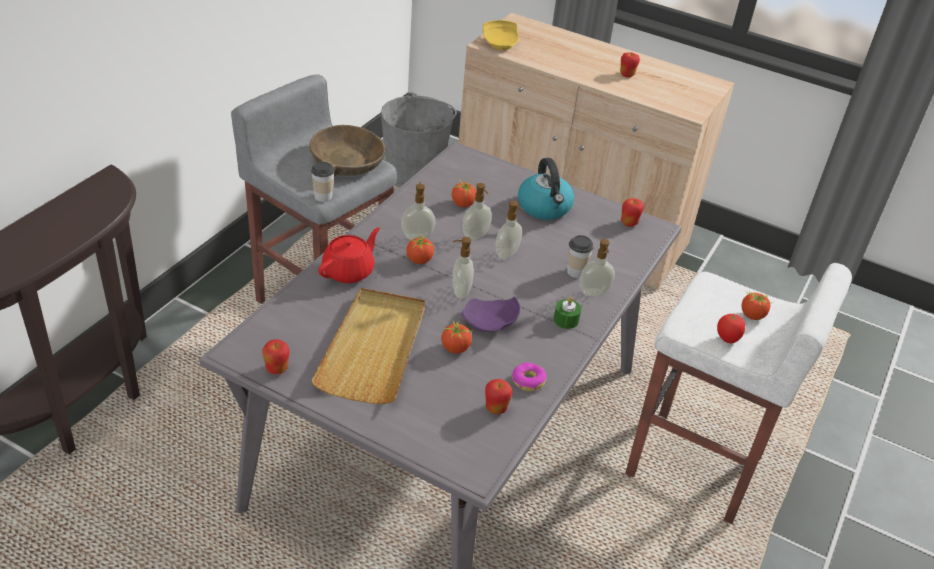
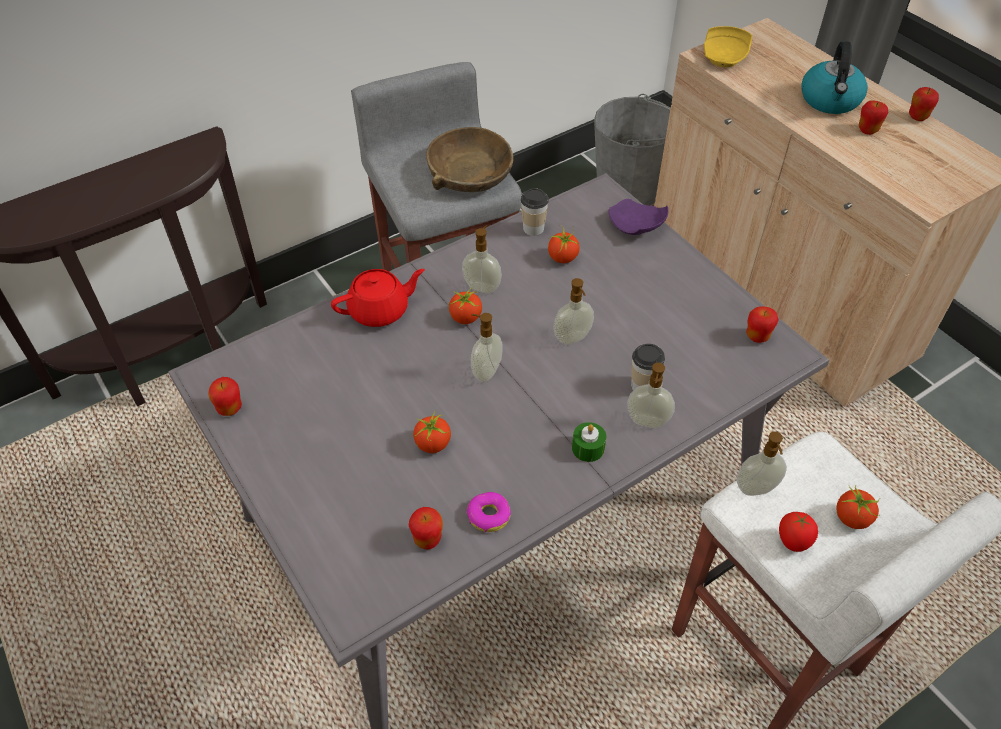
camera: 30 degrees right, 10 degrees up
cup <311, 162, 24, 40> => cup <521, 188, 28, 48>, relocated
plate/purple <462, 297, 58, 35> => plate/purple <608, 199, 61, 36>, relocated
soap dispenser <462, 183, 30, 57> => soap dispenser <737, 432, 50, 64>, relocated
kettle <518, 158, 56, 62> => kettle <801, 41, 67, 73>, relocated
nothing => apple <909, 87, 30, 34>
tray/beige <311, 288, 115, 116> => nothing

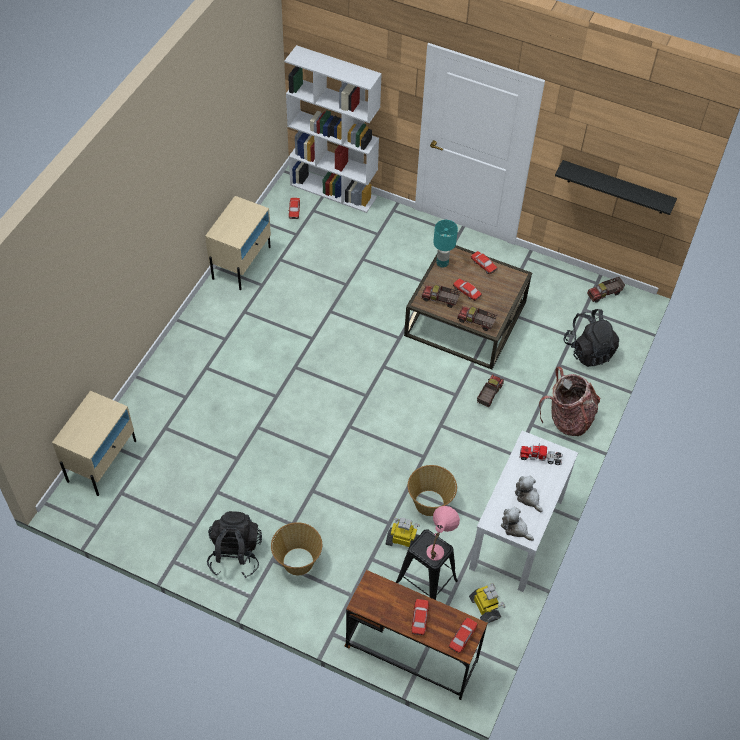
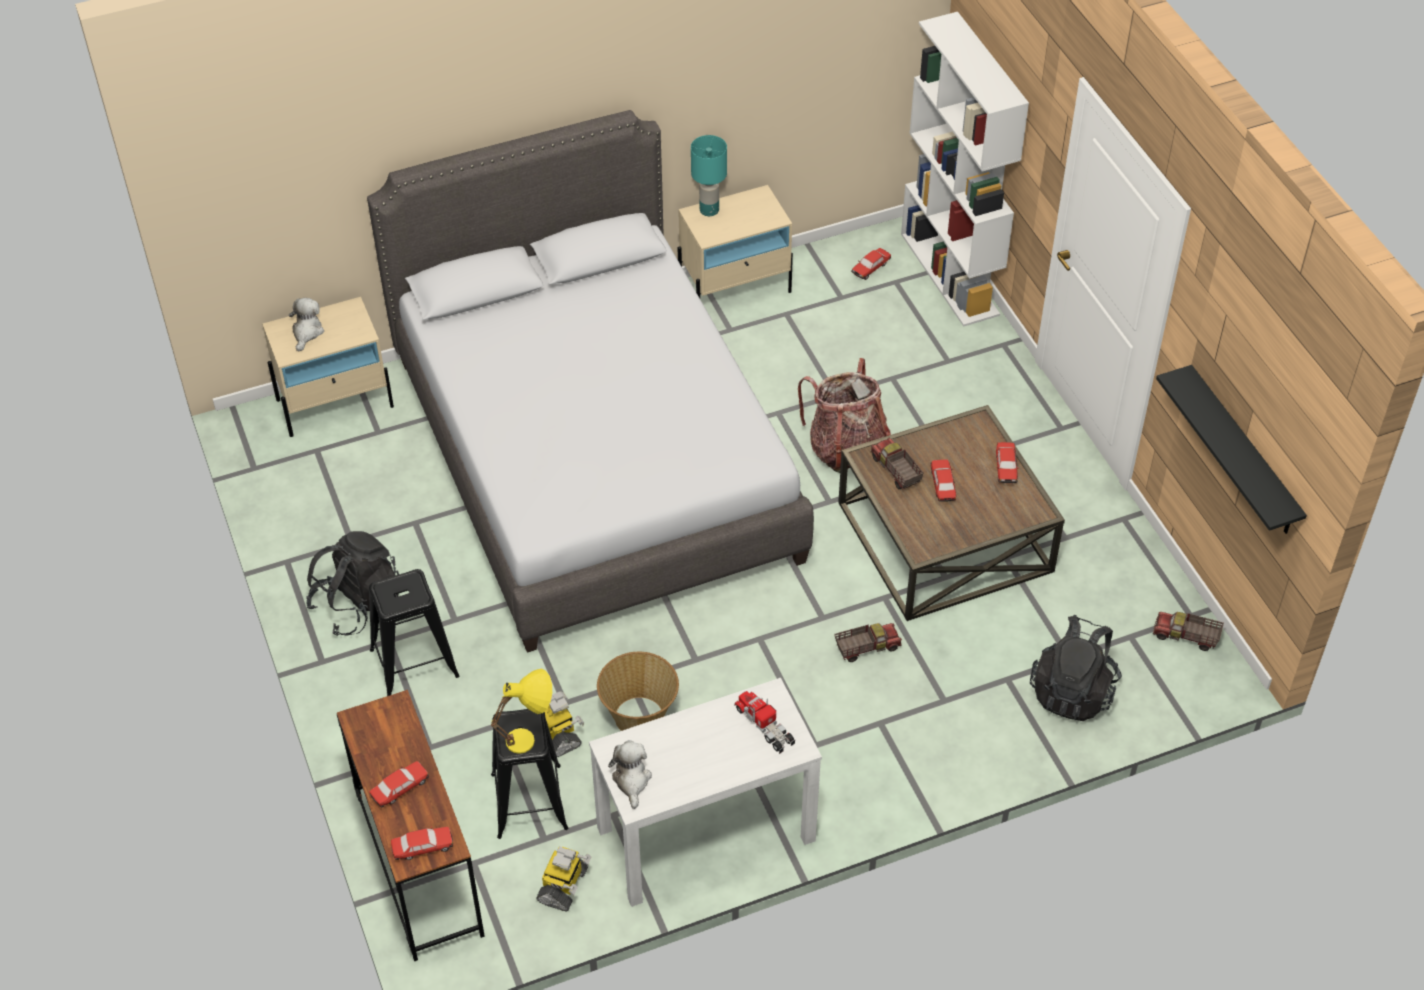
camera: 45 degrees right, 5 degrees down
plush toy <515, 476, 28, 36> => plush toy <289, 298, 35, 54>, relocated
nothing => bed/grey <367, 110, 447, 543>
basket <271, 522, 51, 53> => stool/black <369, 569, 91, 127>
table lamp/pink <426, 506, 34, 55> => table lamp/yellow <491, 669, 61, 85>
table lamp/turquoise <433, 220, 25, 48> => table lamp/turquoise <691, 135, 36, 81>, relocated
backpack <539, 367, 61, 69> => backpack <798, 358, 93, 115>, relocated
toy truck <457, 306, 41, 25> => nothing

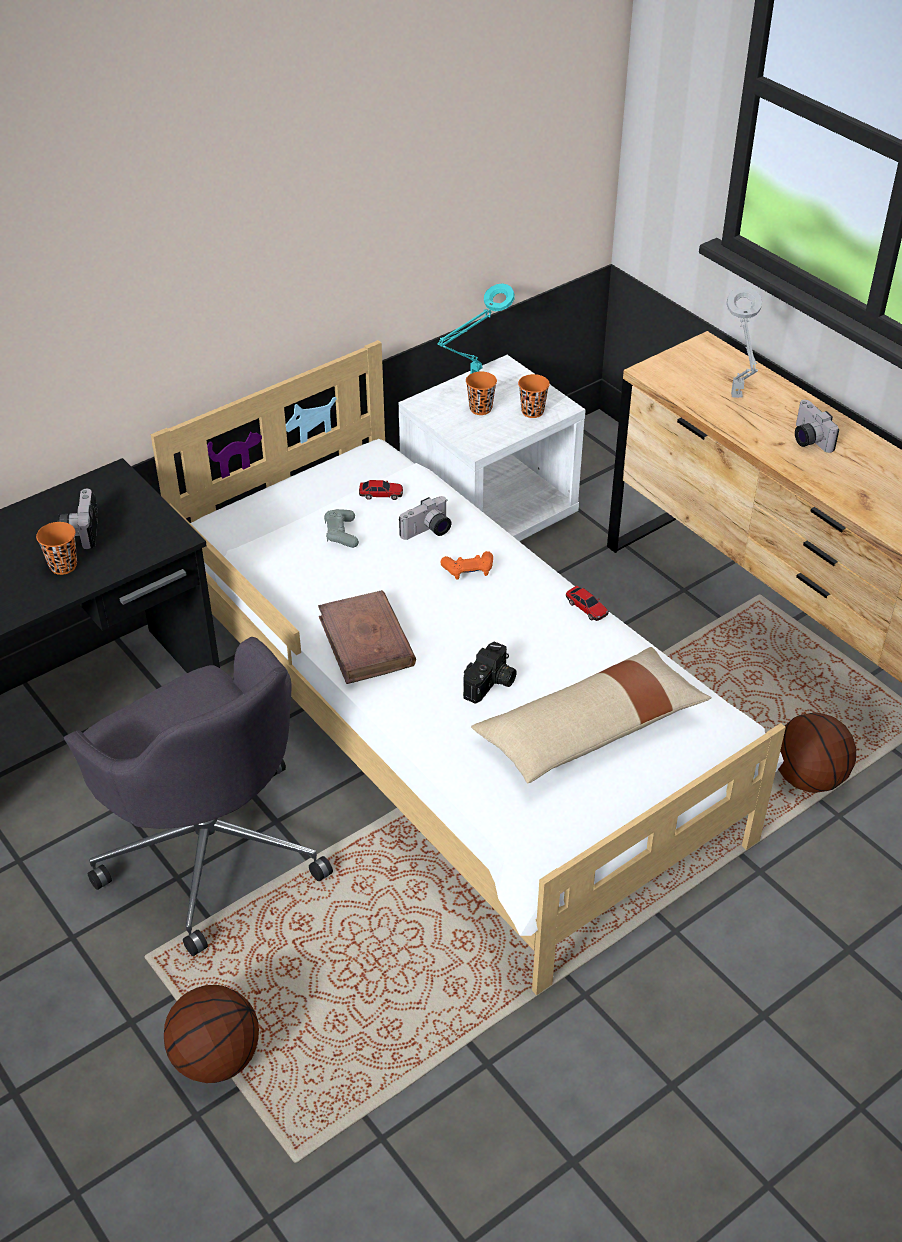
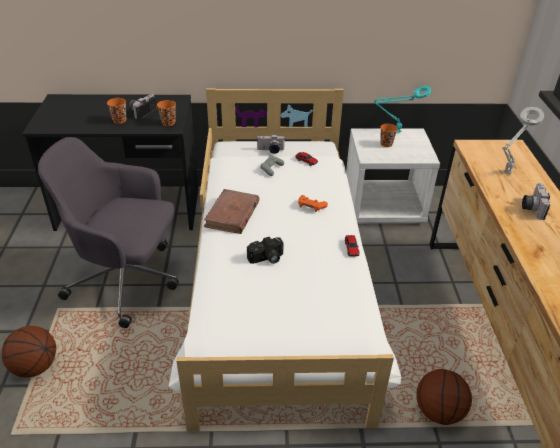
camera: 35 degrees right, 5 degrees down
office chair/grey <64, 637, 269, 319> => office chair/grey <38, 137, 141, 191>, 105 degrees clockwise
cup/orange <518, 374, 32, 44> => cup/orange <157, 100, 19, 26>, relocated
photo camera <399, 496, 52, 44> => photo camera <257, 134, 28, 20>, relocated
pillow/beige <471, 647, 241, 136> => nothing

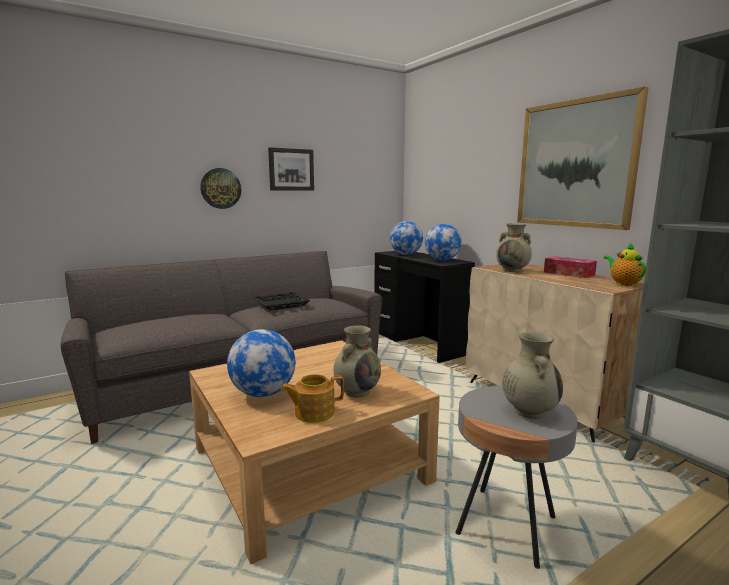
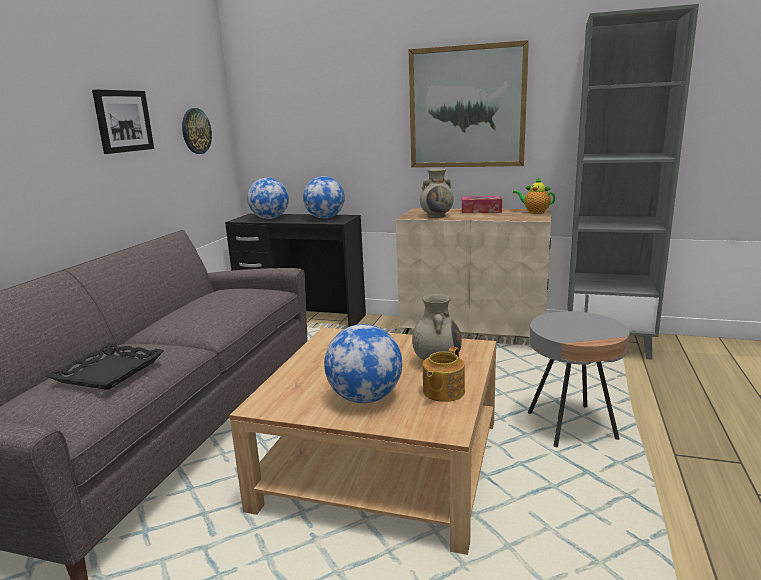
camera: 40 degrees left, 5 degrees up
tray/black <253, 292, 57, 19> => tray/black <45, 343, 120, 47>, relocated
wall clock <200, 168, 41, 41> => wall clock <182, 108, 30, 46>, relocated
vase/beige <502, 332, 61, 87> => nothing

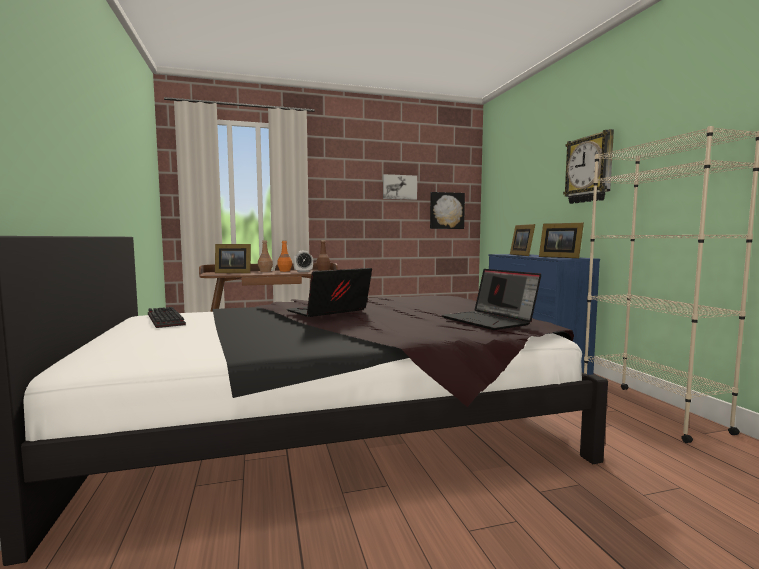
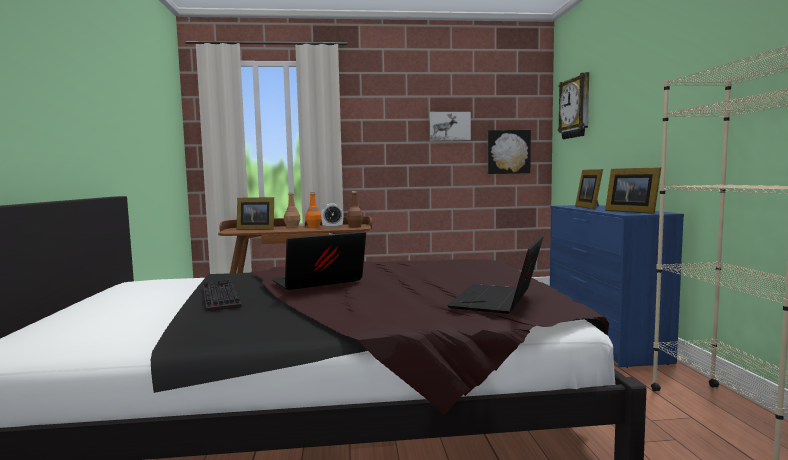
camera: 10 degrees right, 0 degrees up
keyboard <148, 307, 38, 21> => keyboard <203, 279, 38, 32>, relocated
laptop <441, 269, 100, 61> => laptop <447, 236, 97, 78>, 45 degrees clockwise
wall clock <563, 129, 51, 75> => wall clock <558, 72, 31, 67>, relocated

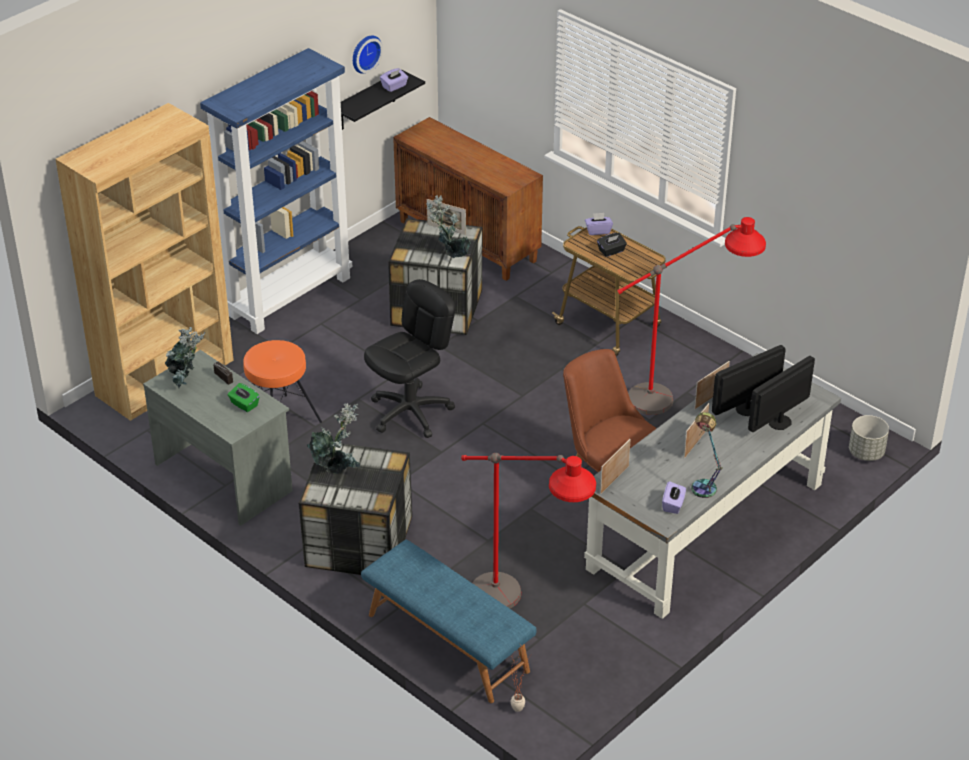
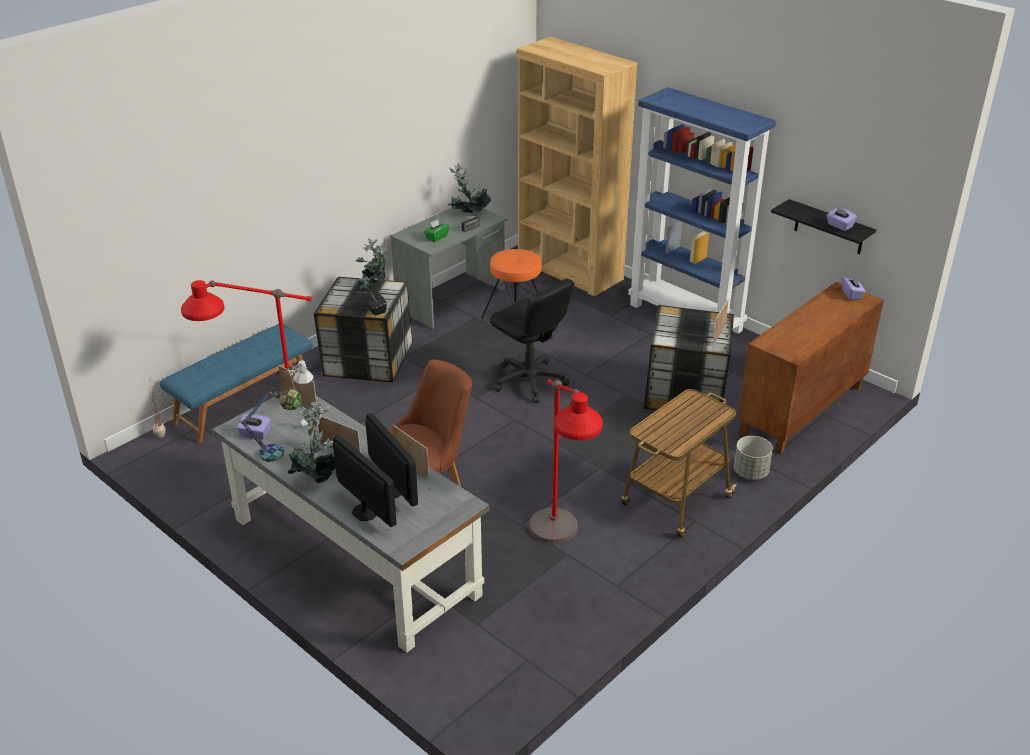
camera: 90 degrees right, 5 degrees down
nothing => table lamp/grey <285, 359, 29, 67>
potted plant <427, 195, 44, 63> => potted plant <288, 397, 48, 86>, relocated
tissue box/black <597, 233, 30, 24> => tissue box/black <364, 292, 23, 23>, relocated
planter/grey <849, 415, 40, 46> => planter/grey <734, 436, 39, 44>, relocated
tissue box/purple <585, 213, 28, 22> => tissue box/purple <842, 275, 24, 25>, relocated
wall clock <353, 35, 30, 39> => nothing

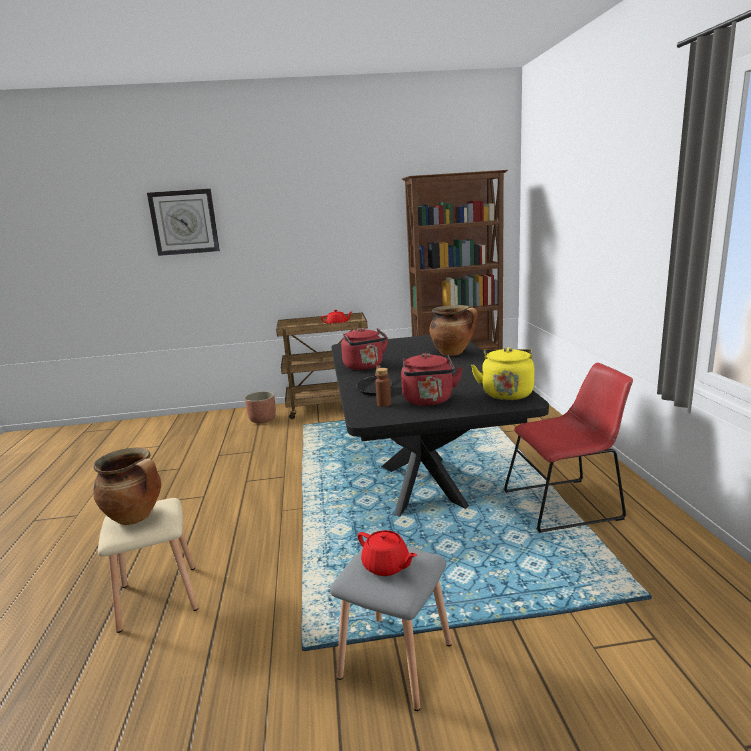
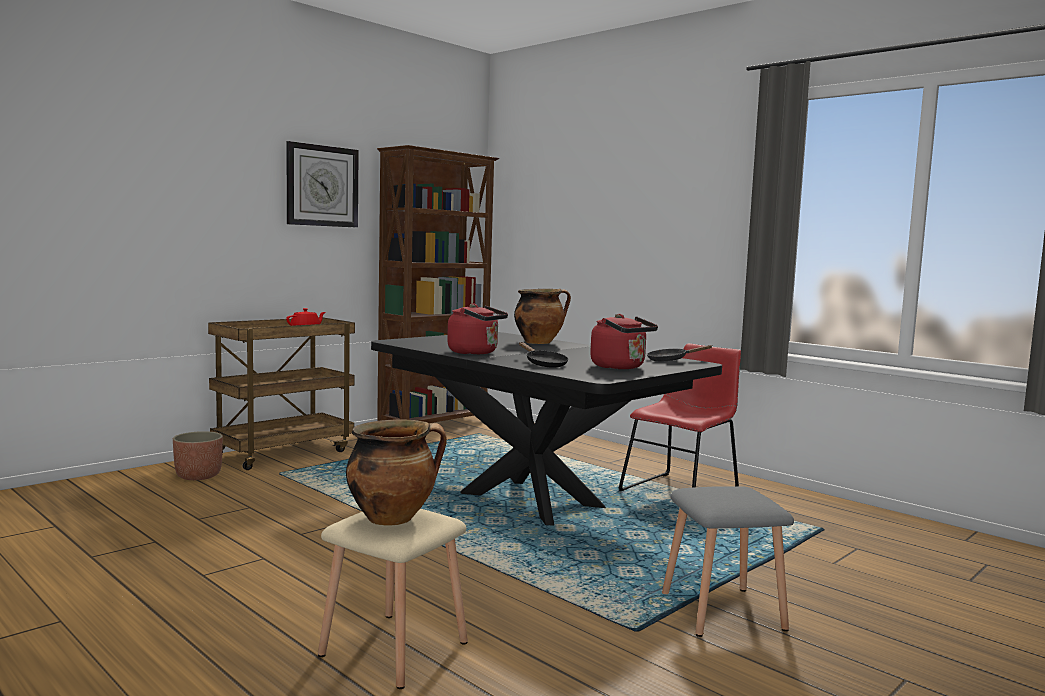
camera: 40 degrees left, 10 degrees down
wall clock <147, 189, 73, 67> => wall clock <286, 141, 73, 87>, relocated
kettle/yellow <471, 347, 63, 53> => frying pan/black <647, 345, 65, 16>
teapot/red <358, 530, 59, 46> => nothing
bottle/brown <375, 368, 16, 39> => nothing

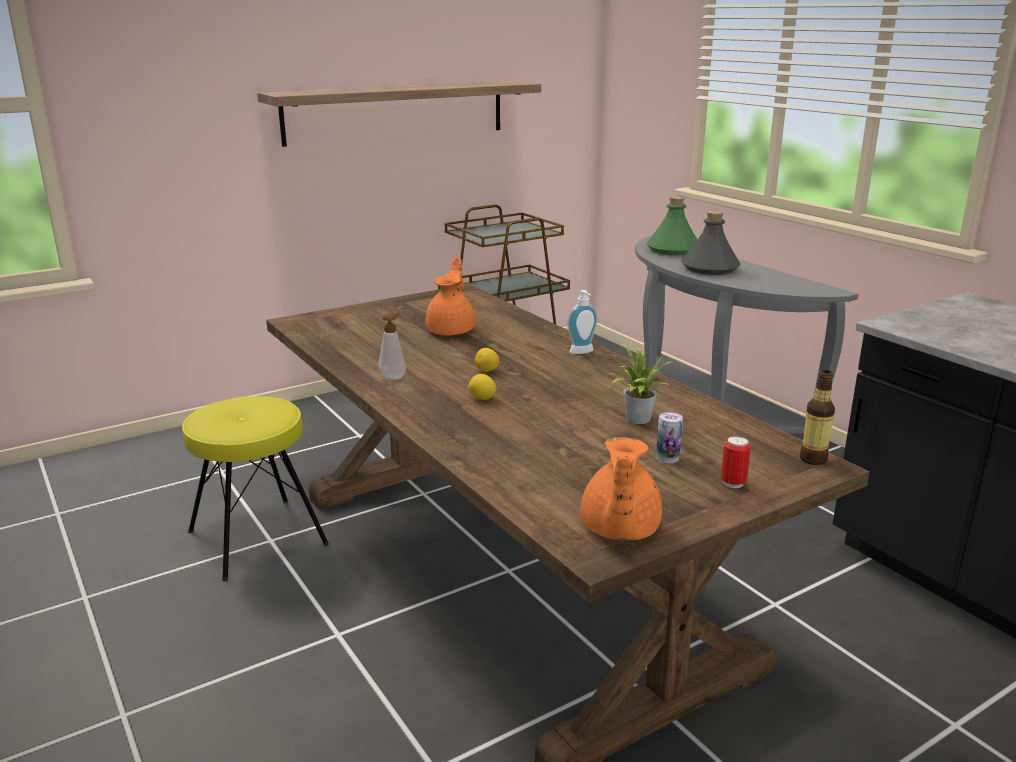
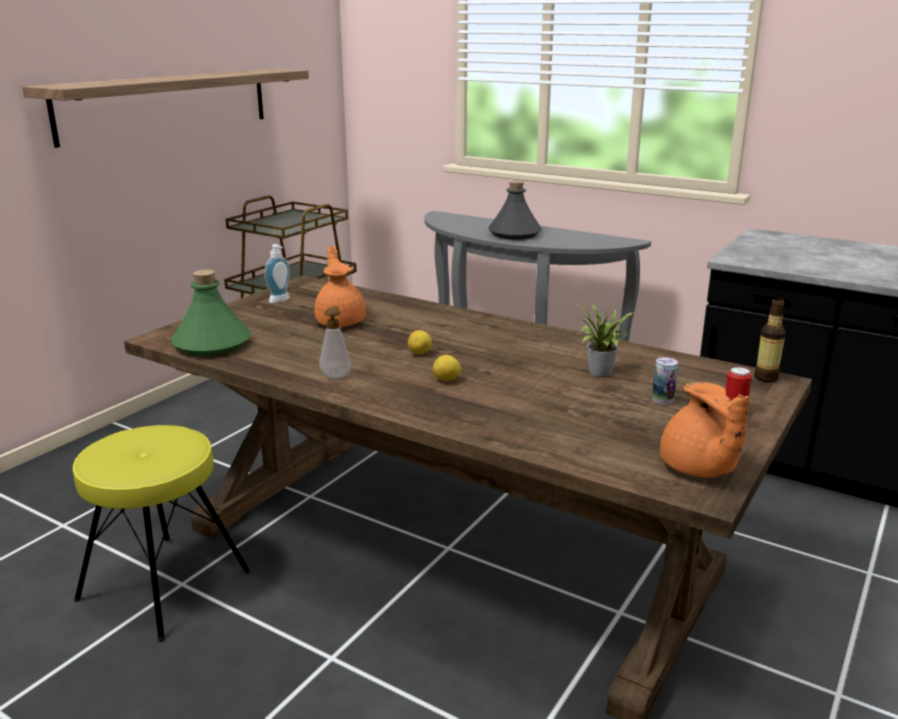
camera: 25 degrees left, 0 degrees up
bottle/green <647, 196, 51, 59> => bottle/green <172, 269, 79, 87>, relocated
soap dispenser <567, 290, 31, 64> => soap dispenser <264, 244, 26, 59>, relocated

